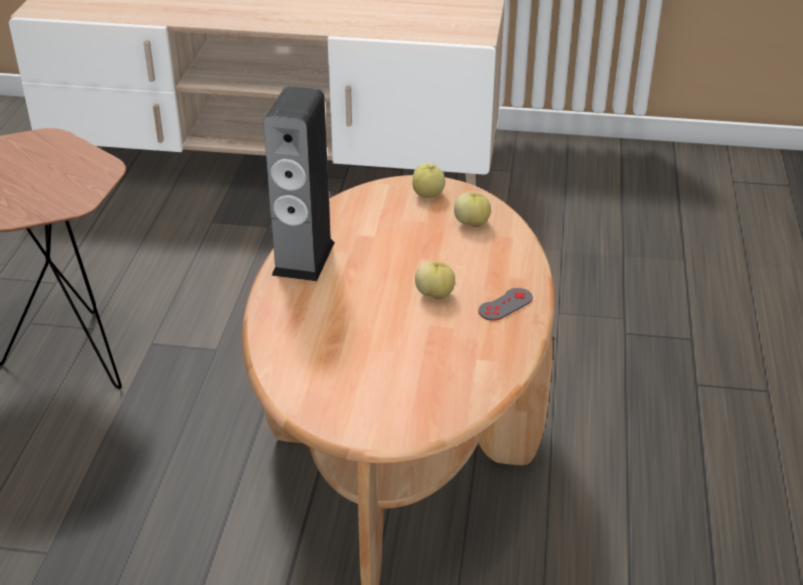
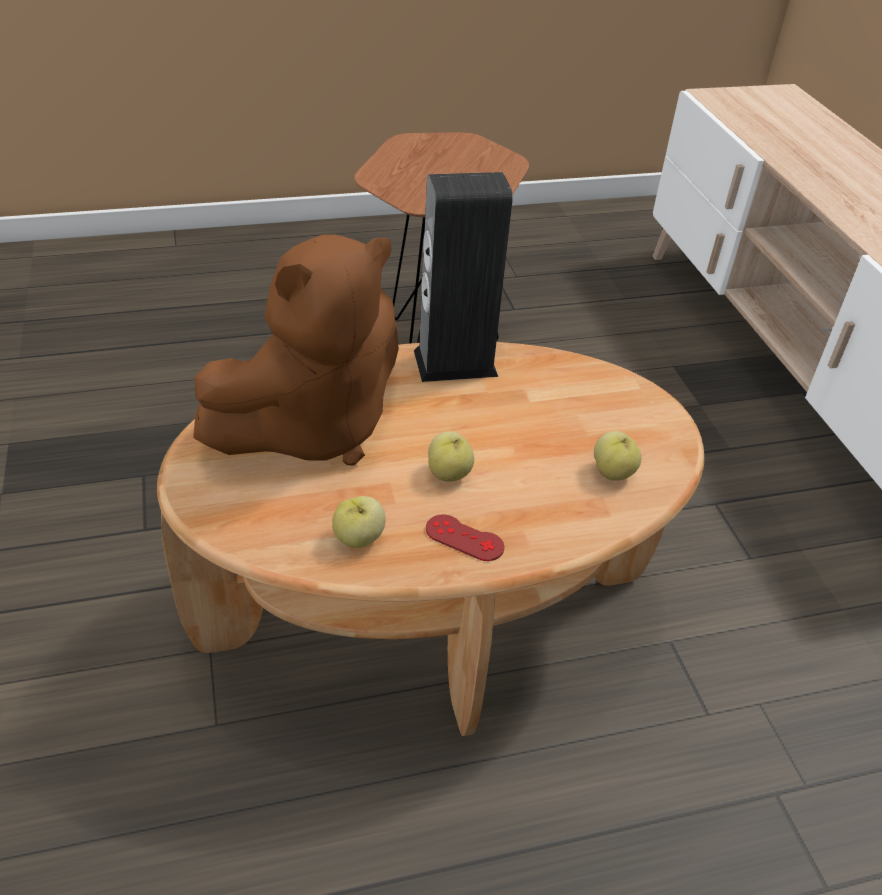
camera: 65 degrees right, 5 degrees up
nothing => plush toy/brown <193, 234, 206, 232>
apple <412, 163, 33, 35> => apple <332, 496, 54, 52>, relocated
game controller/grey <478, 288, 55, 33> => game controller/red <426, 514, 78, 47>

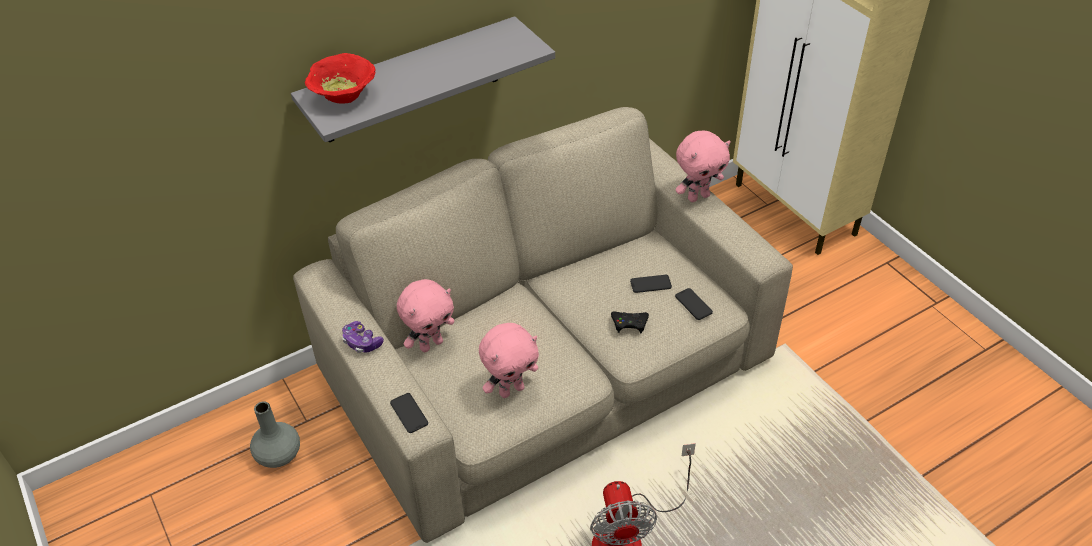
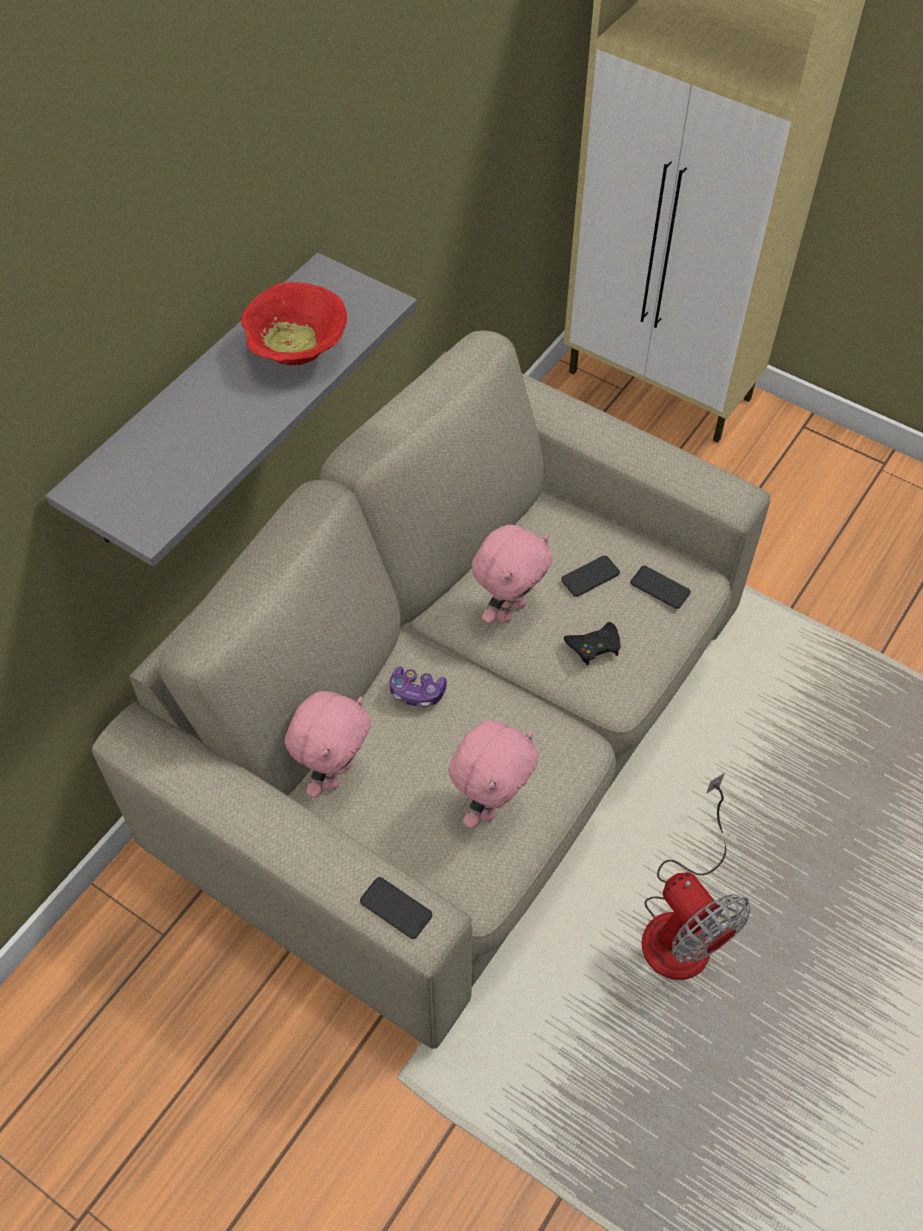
camera: 25 degrees left, 10 degrees up
bowl/red <305, 53, 70, 51> => bowl/red <241, 282, 106, 83>, relocated
game controller <342, 321, 42, 32> => game controller <389, 666, 58, 42>, relocated
plush toy/pink <676, 131, 55, 71> => plush toy/pink <471, 525, 82, 98>, relocated
vase/grey <250, 401, 50, 67> => nothing

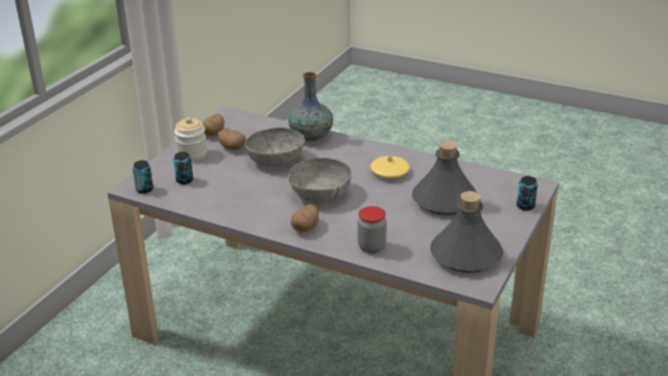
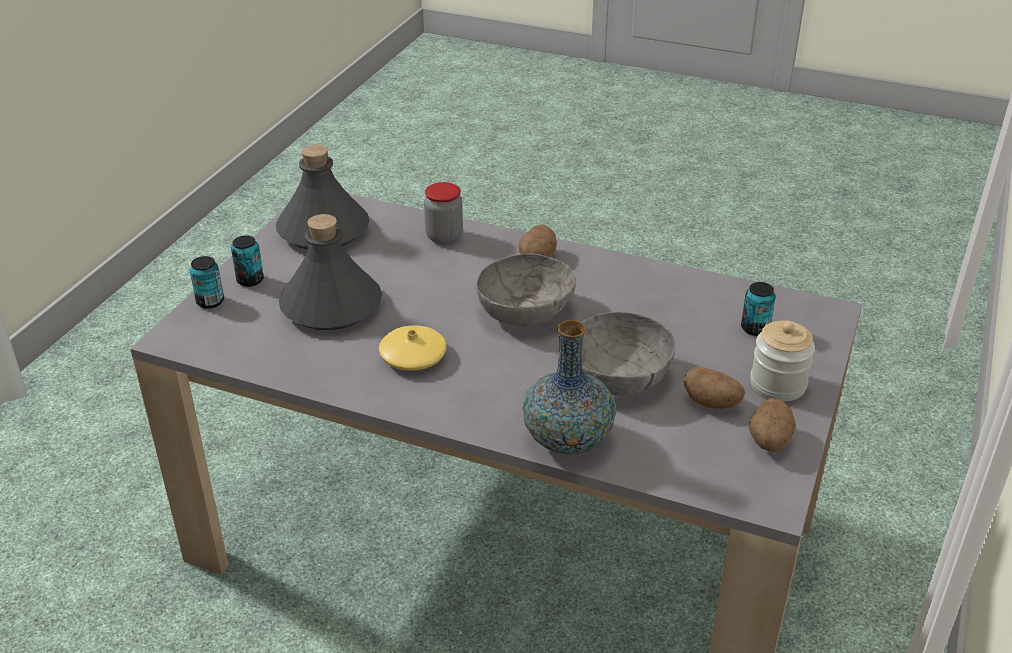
camera: 175 degrees right, 5 degrees up
can <133, 160, 20, 33> => can <231, 235, 33, 52>, relocated

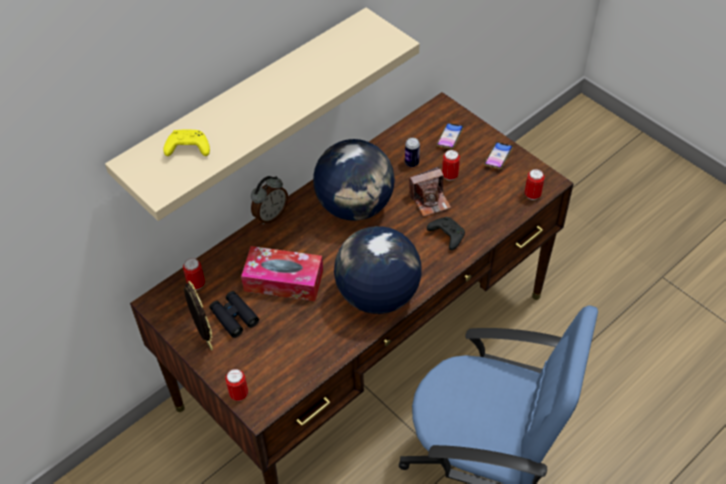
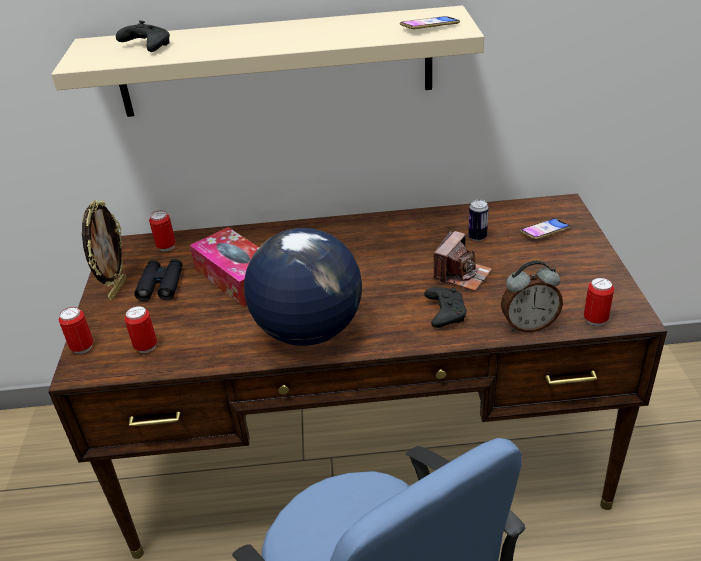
camera: 40 degrees right, 15 degrees down
game controller/yellow <163, 130, 47, 26> => game controller/black <116, 21, 54, 31>
can <442, 150, 18, 30> => can <125, 306, 32, 47>, relocated
phone <484, 142, 29, 27> => phone <400, 16, 60, 13>, relocated
photo camera <409, 167, 42, 50> => photo camera <433, 231, 59, 60>, 75 degrees counterclockwise
alarm clock <251, 176, 37, 49> => alarm clock <501, 261, 62, 71>, relocated
globe <313, 139, 82, 82> => nothing

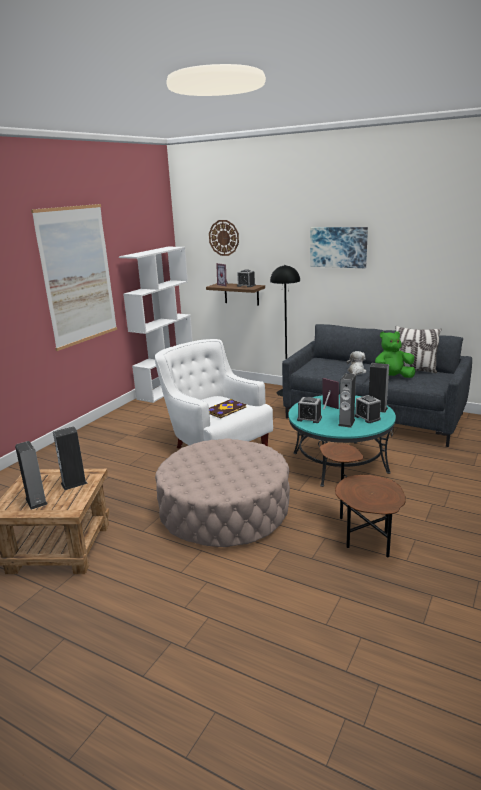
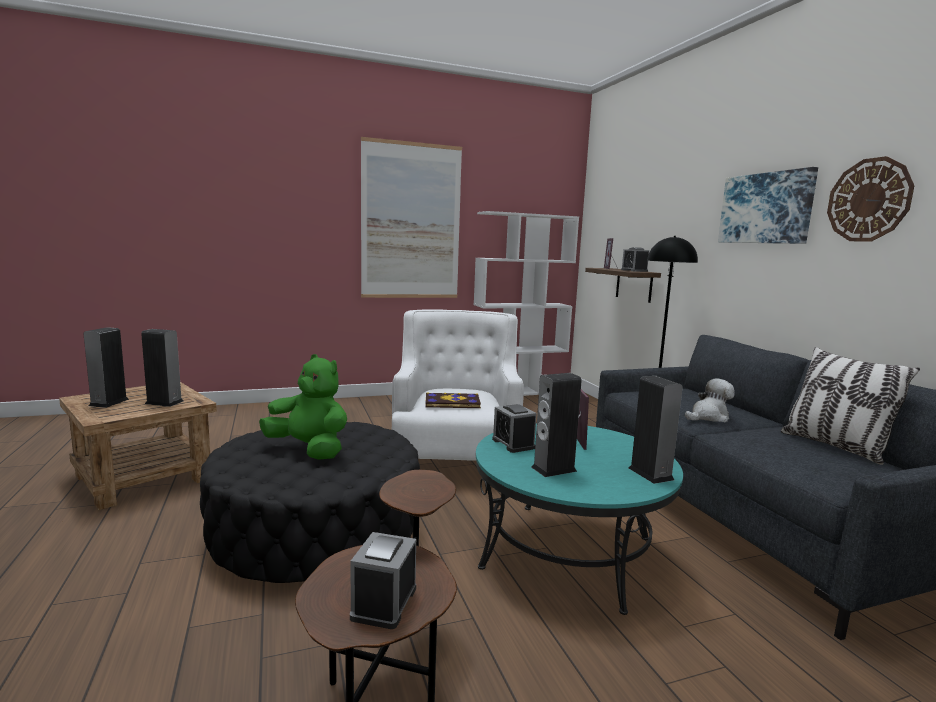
camera: 40 degrees right, 10 degrees down
ottoman/beige <155, 438, 135, 109> => ottoman/black <200, 422, 220, 161>
plush toy/green <375, 331, 40, 47> => plush toy/green <259, 354, 88, 106>, relocated
alarm clock <355, 395, 26, 28> => alarm clock <350, 532, 66, 97>, relocated
wall clock <209, 220, 30, 36> => wall clock <827, 156, 87, 86>, relocated

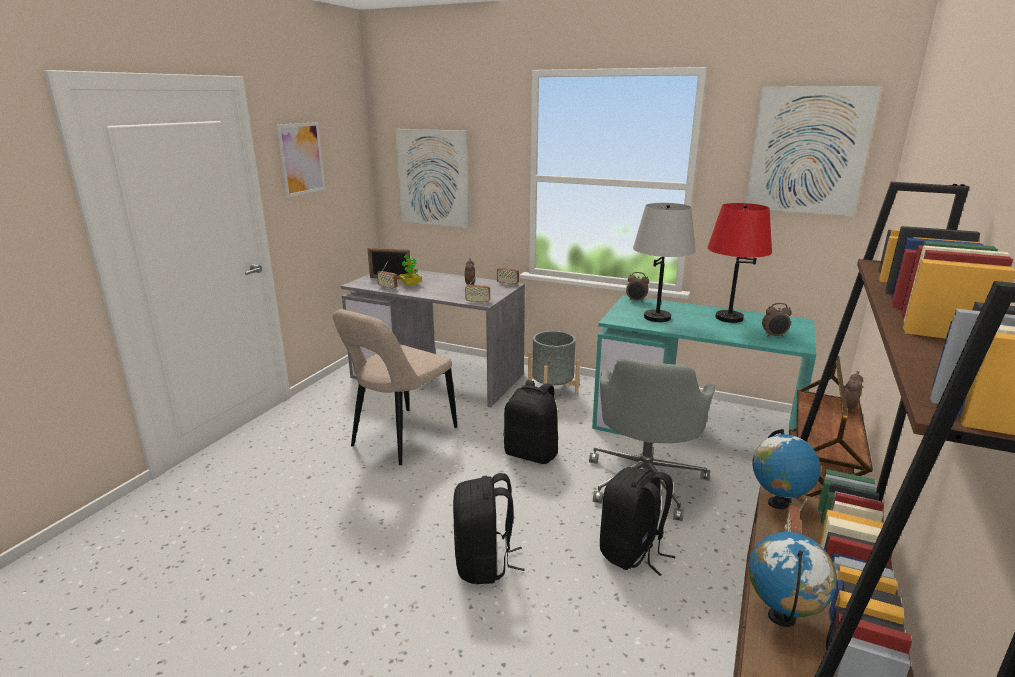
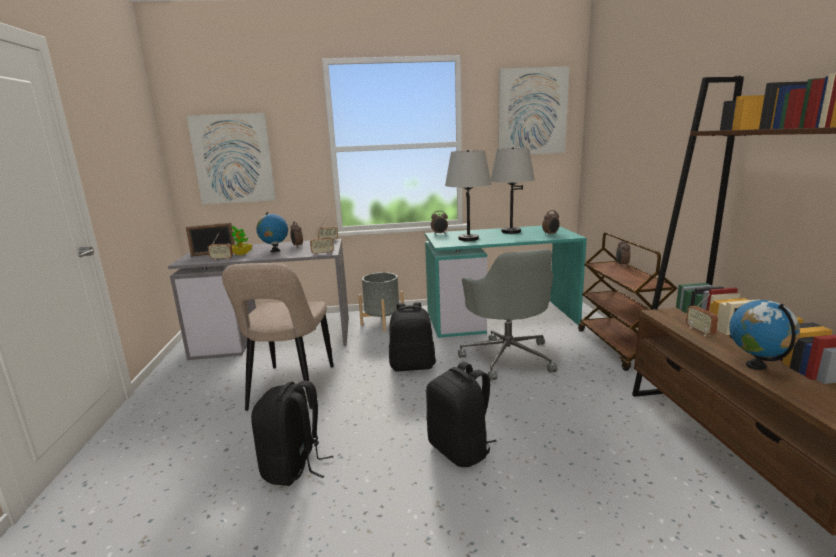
camera: 30 degrees left, 5 degrees down
backpack/black <600, 467, 75, 109> => backpack/black <251, 381, 83, 105>, relocated
globe <753, 429, 68, 80> => globe <256, 212, 32, 40>, relocated
table lamp/red <707, 203, 65, 120> => table lamp/grey <491, 147, 44, 87>
picture <277, 122, 48, 75> => nothing

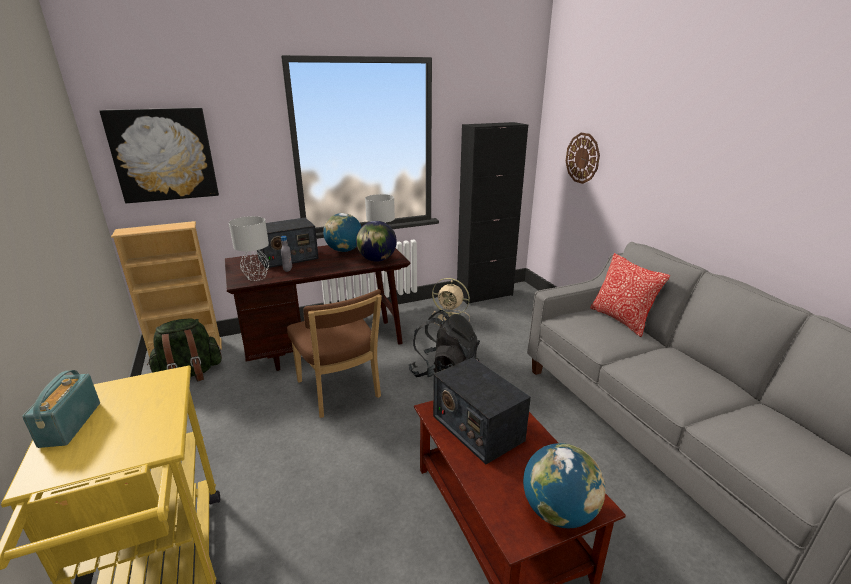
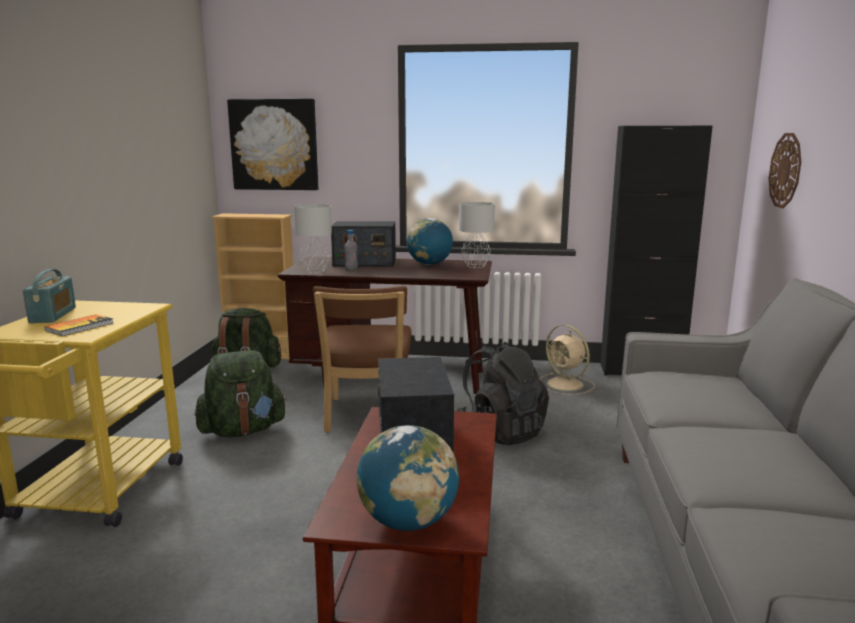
camera: 30 degrees right, 10 degrees down
radio <22, 370, 78, 78> => radio <23, 269, 53, 54>, 150 degrees clockwise
nothing => book <45, 314, 68, 22>
nothing => backpack/green <195, 350, 92, 87>
globe <356, 221, 41, 41> => nothing
pillow <590, 253, 80, 84> => nothing

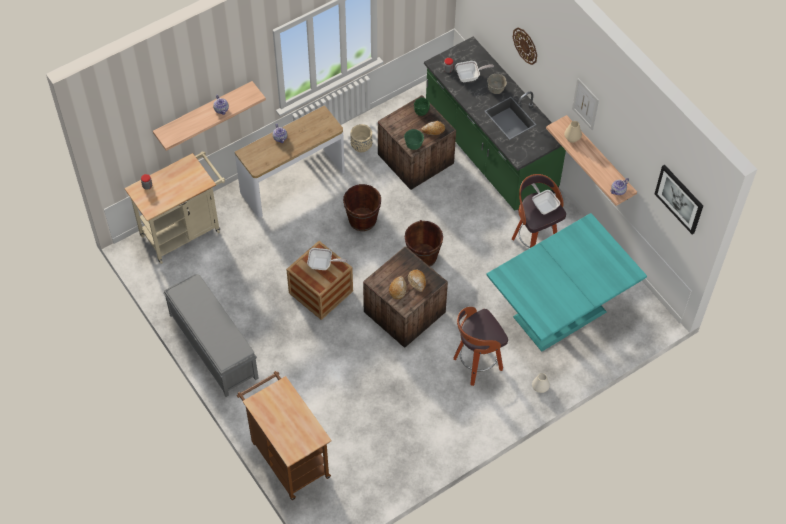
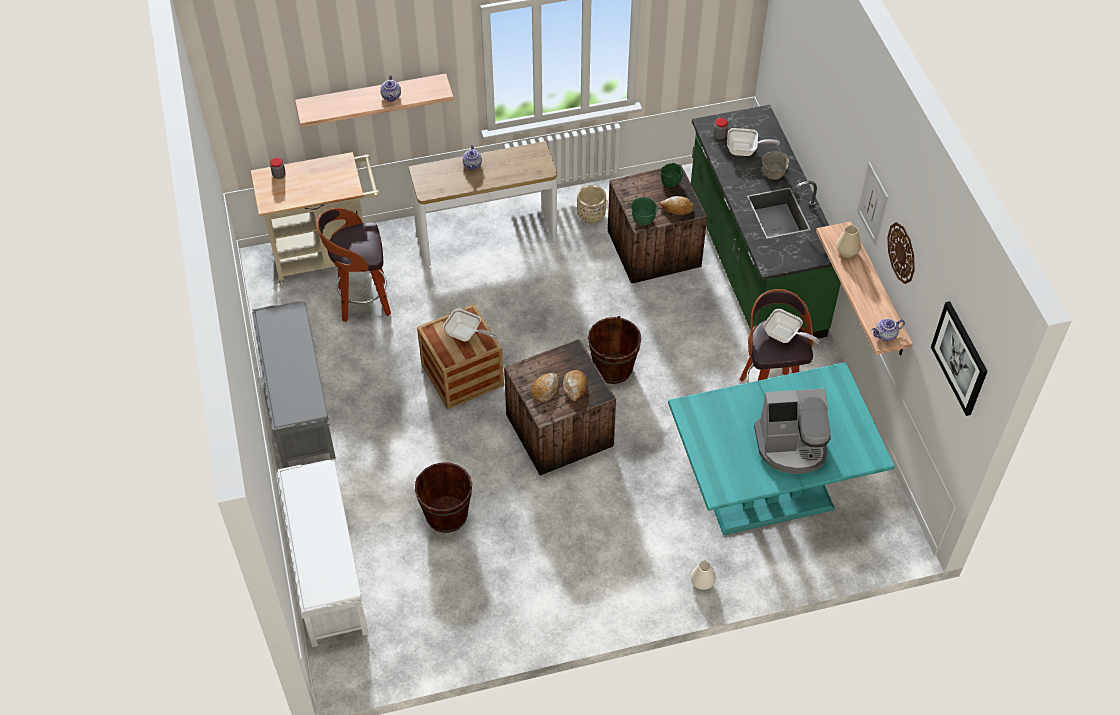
camera: 20 degrees right, 5 degrees down
cart/brown <237, 371, 95, 129> => bench/white <277, 460, 91, 187>
stool <453, 307, 55, 79> => stool <316, 208, 75, 114>, relocated
bucket/brown <343, 184, 38, 47> => bucket/brown <415, 462, 57, 71>, relocated
nothing => coffee machine <754, 388, 77, 86>
frying pan <531, 183, 29, 31> => frying pan <764, 309, 55, 35>, 135 degrees clockwise
wall clock <513, 27, 24, 38> => wall clock <887, 222, 28, 62>, relocated

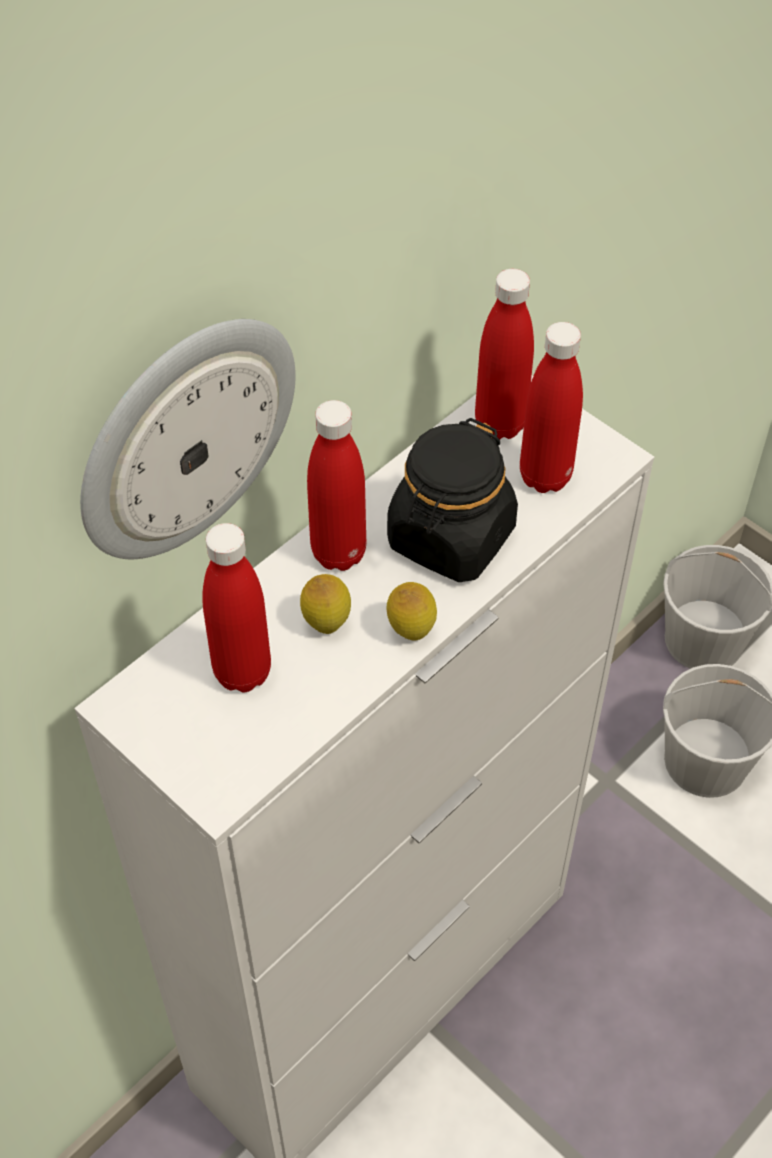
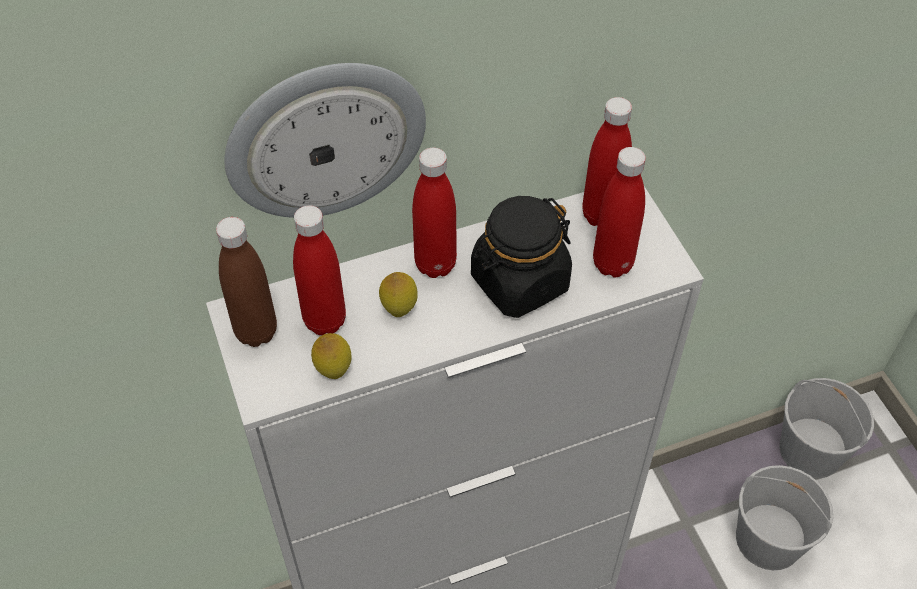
camera: 25 degrees right, 0 degrees up
nothing => bottle/brown <216, 217, 61, 130>
lemon <387, 582, 50, 59> => lemon <311, 333, 41, 46>, relocated

